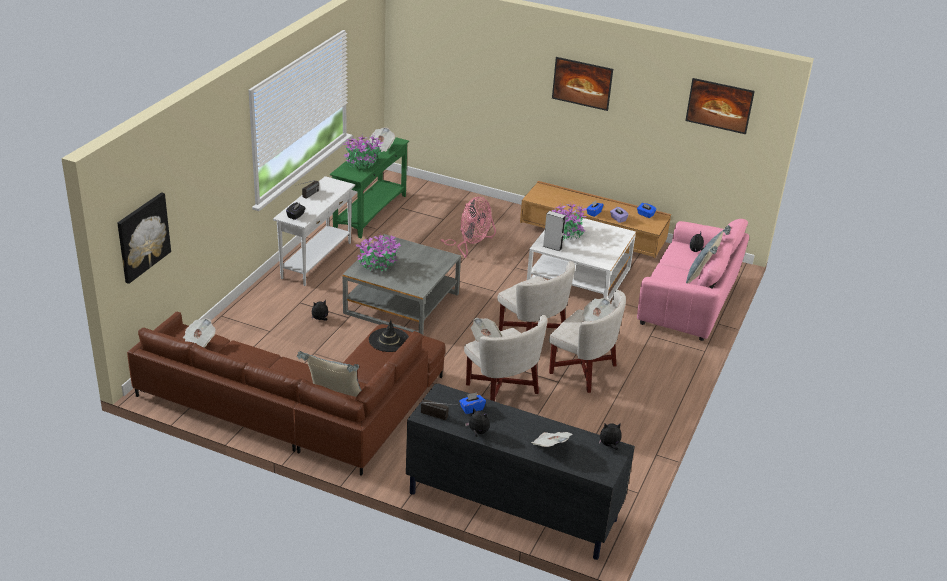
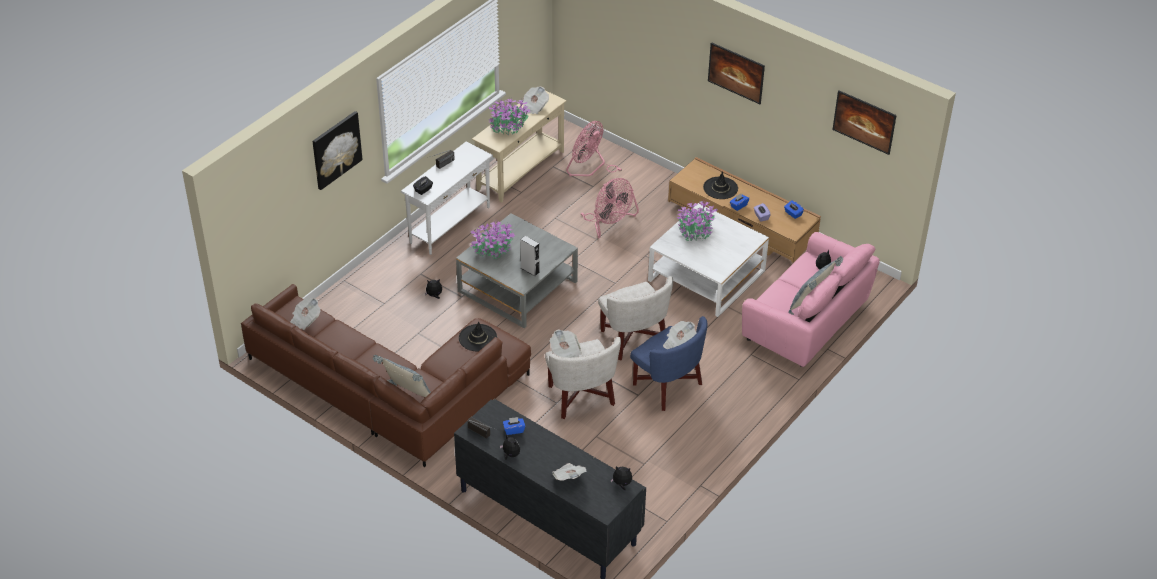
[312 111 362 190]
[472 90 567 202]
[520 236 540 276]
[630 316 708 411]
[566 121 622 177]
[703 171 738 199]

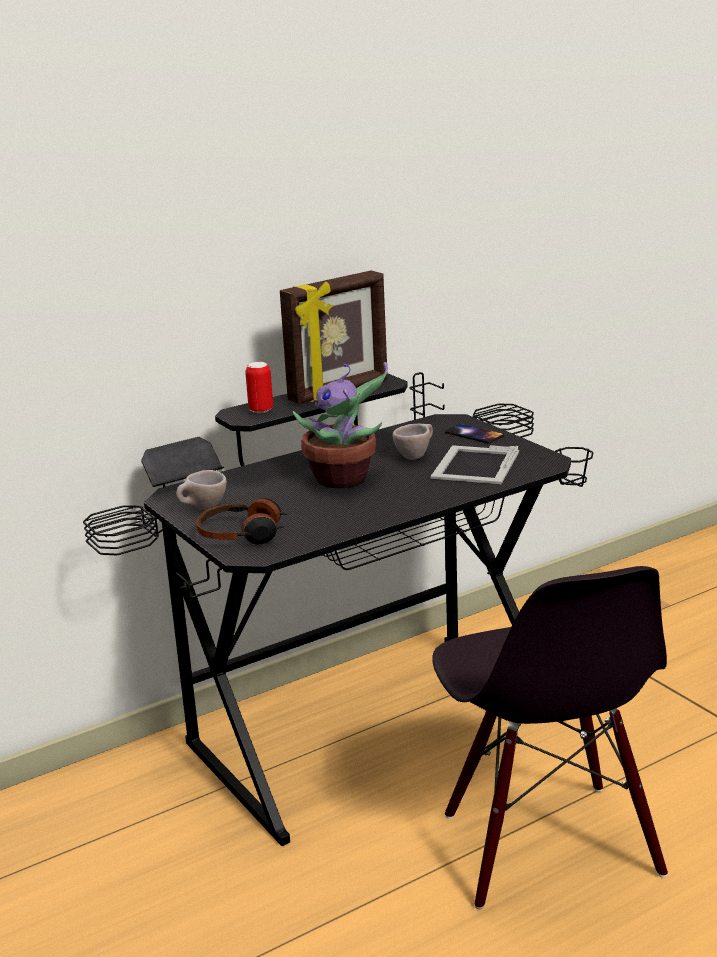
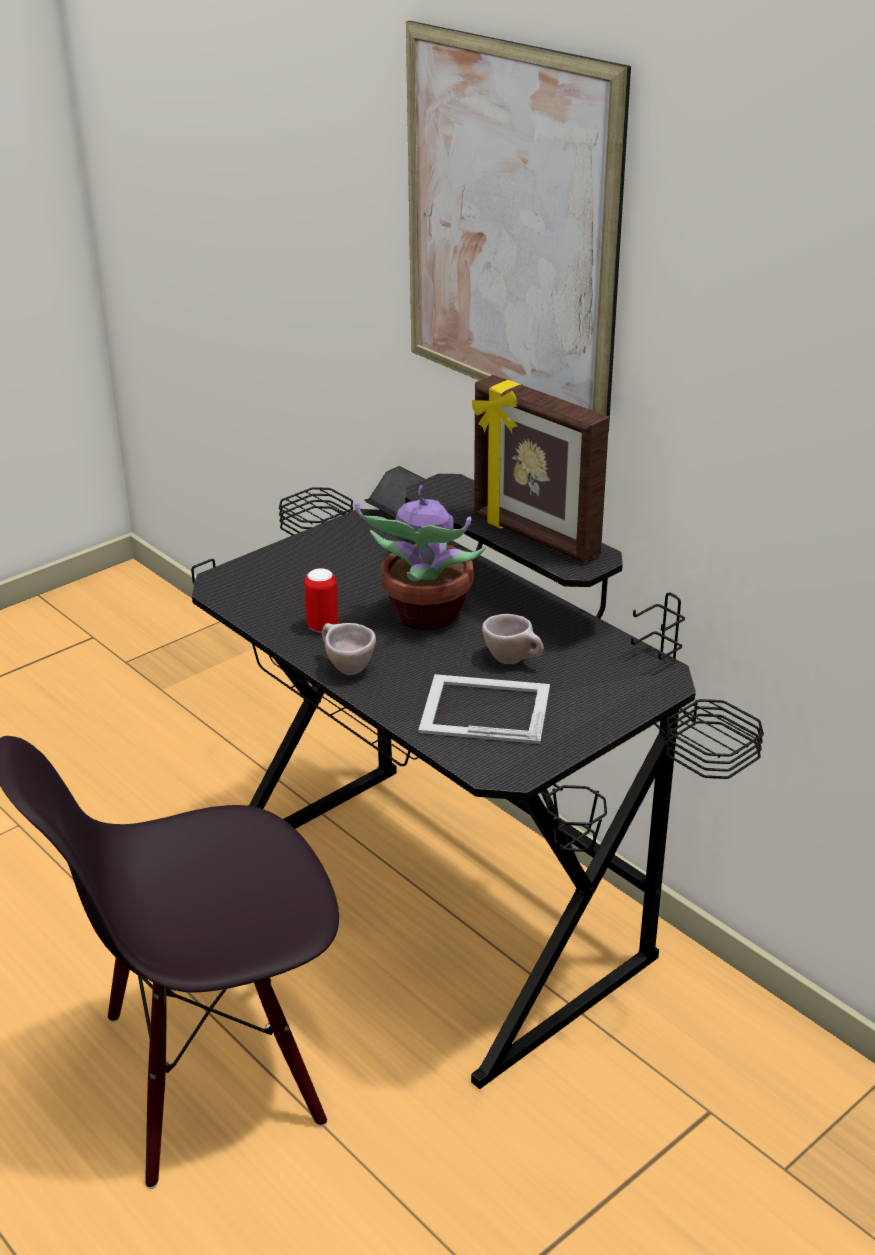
[322 623 376 675]
[196 498 288 544] (first image)
[304 568 339 633]
[445 424 505 444] (first image)
[406 21 631 433]

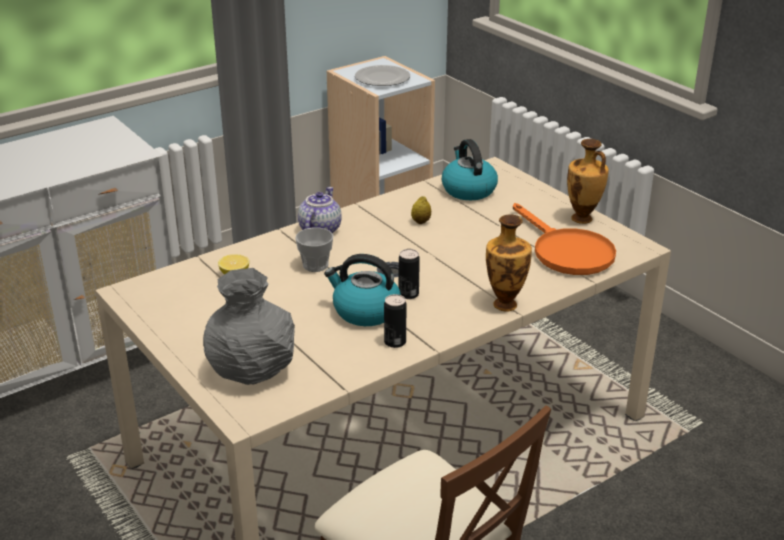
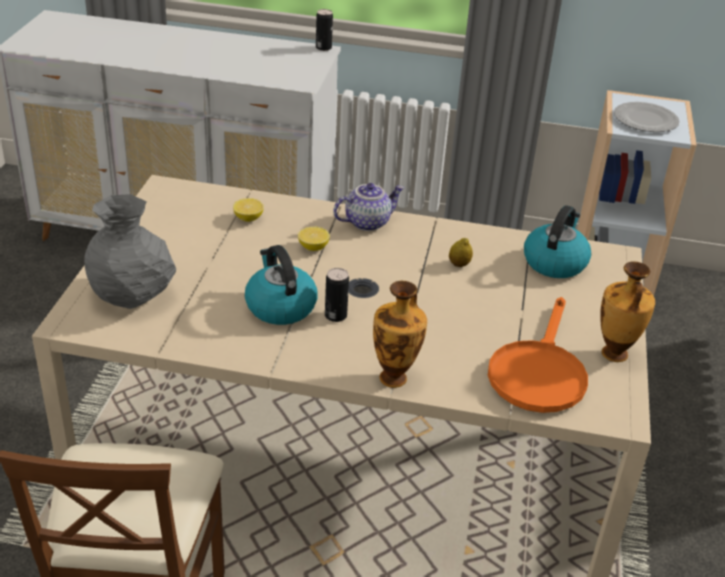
[298 227 330 251]
[316 9 333 51]

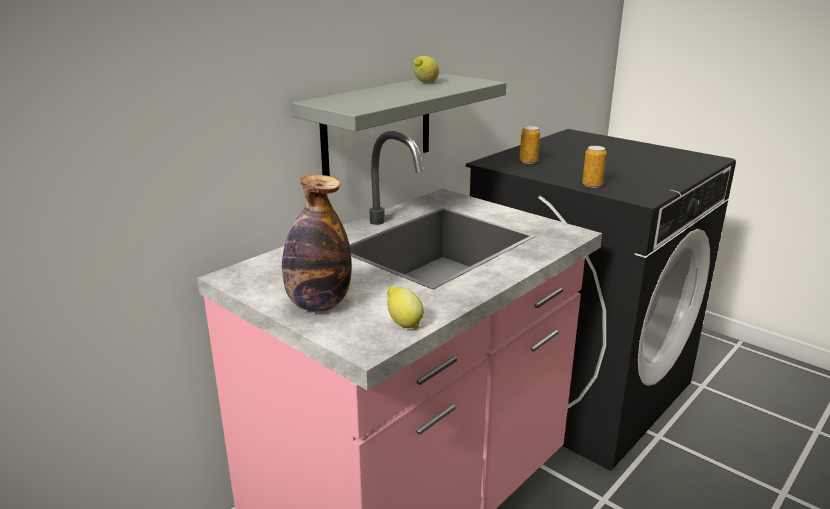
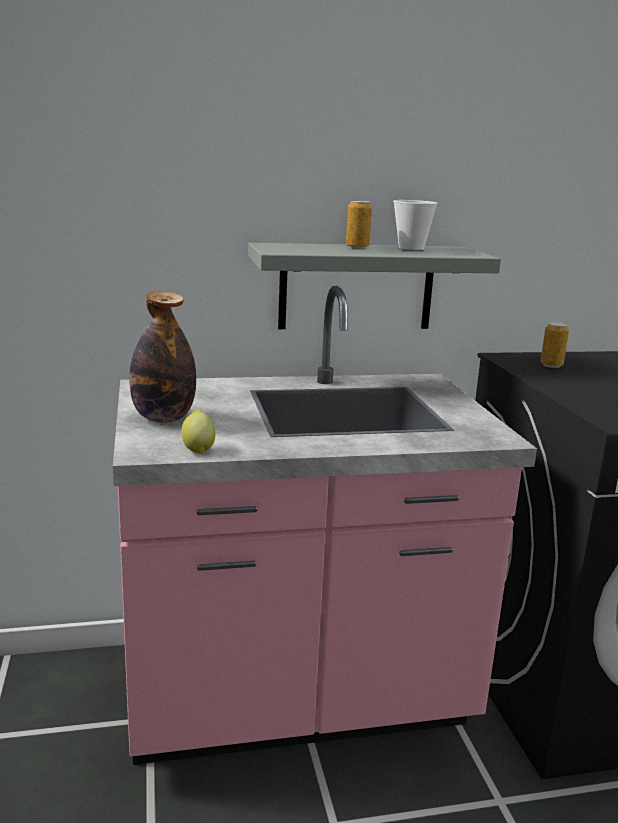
[393 200 438 250]
[346 201 372 249]

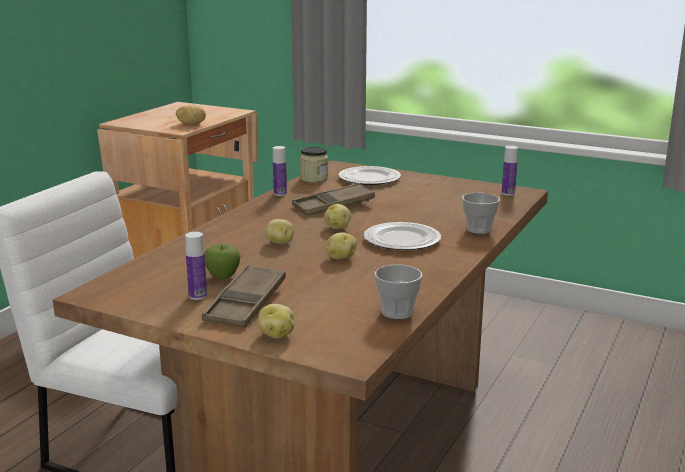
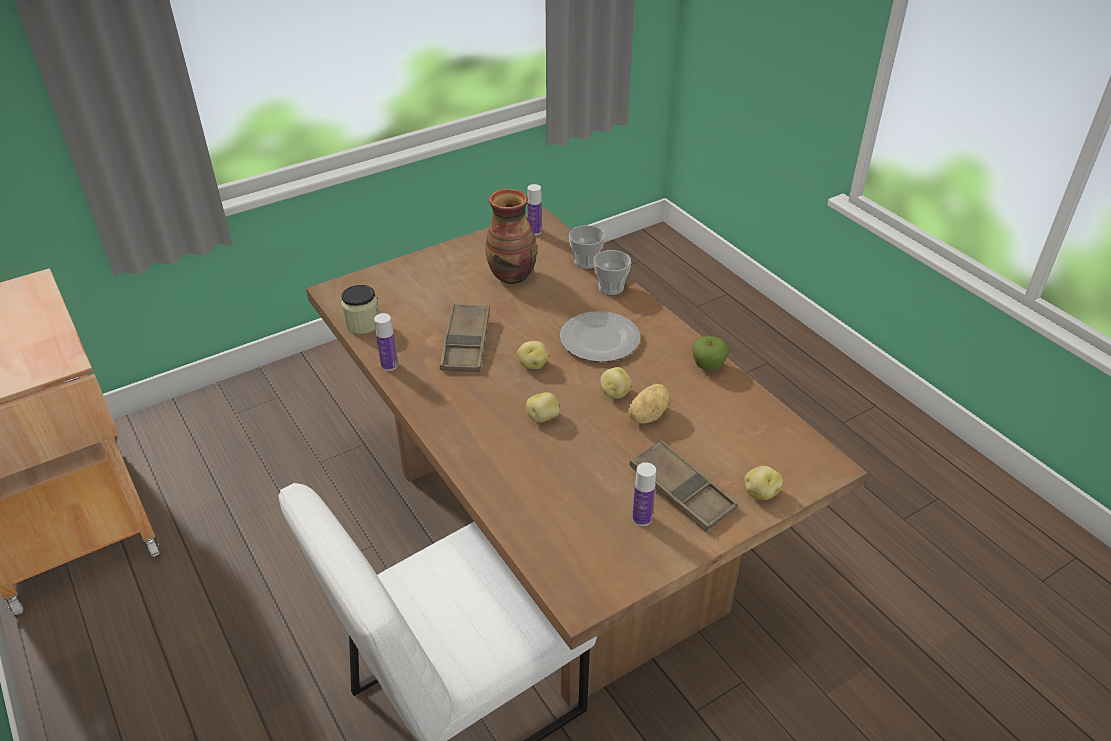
[628 384 670 423]
[692 336 729 371]
[339 166 401 185] (first image)
[569 225 605 269]
[485 189 537 284]

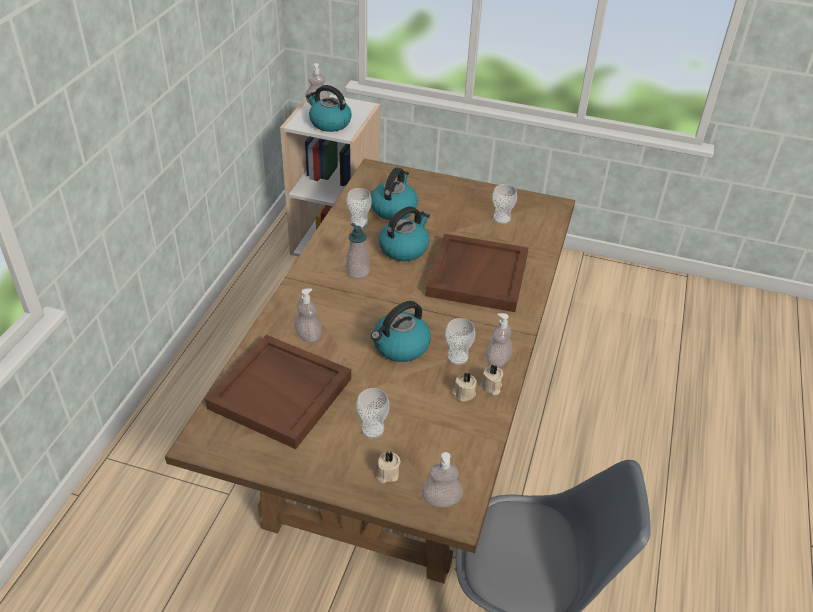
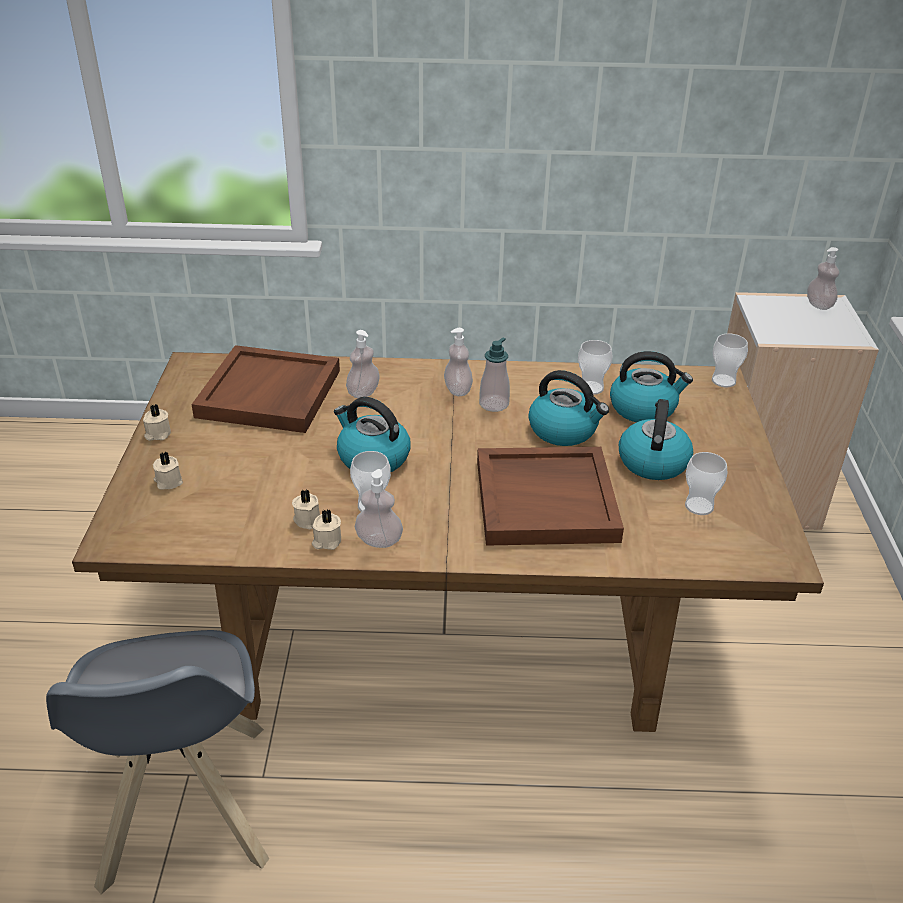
[619 399 693 480]
[712 334 748 387]
[444 328 473 396]
[143 404 171 441]

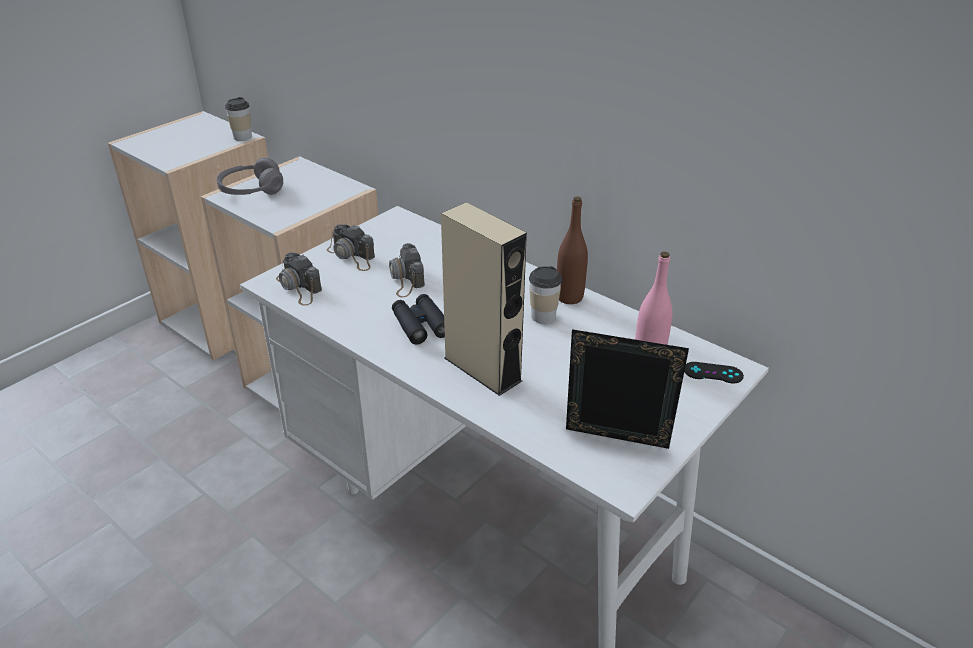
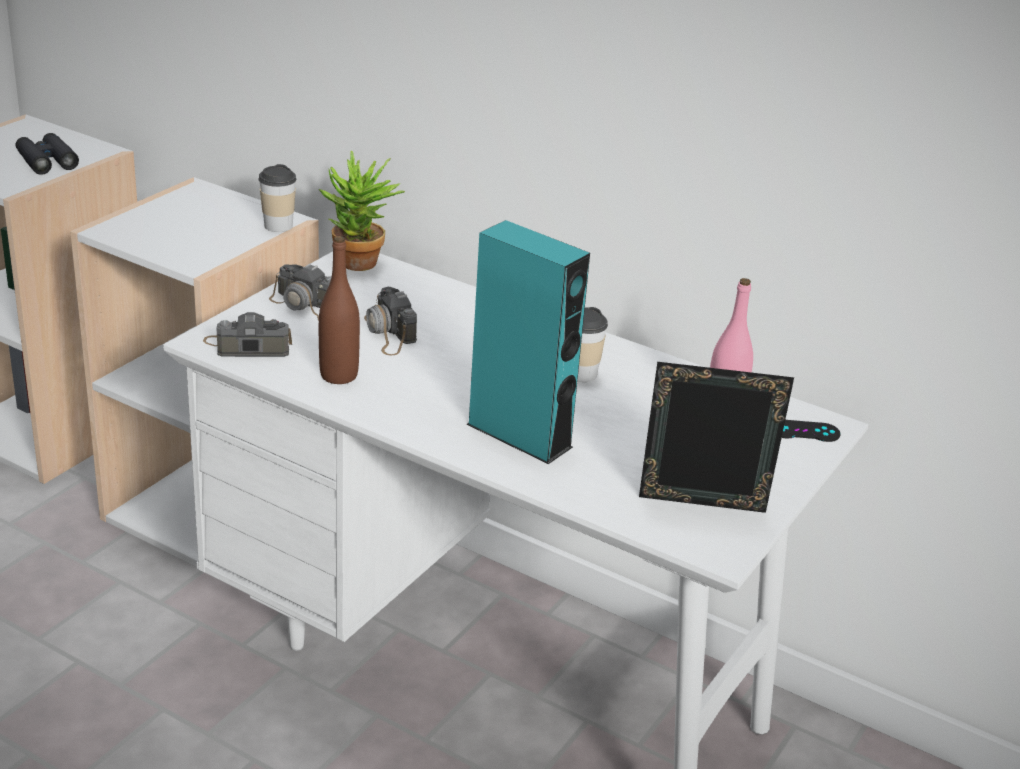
[217 157 283 195] (first image)
[259 164 296 232]
[203 312 292 357]
[16 133 79 175]
[467 220 590 464]
[319 236 360 384]
[319 150 405 271]

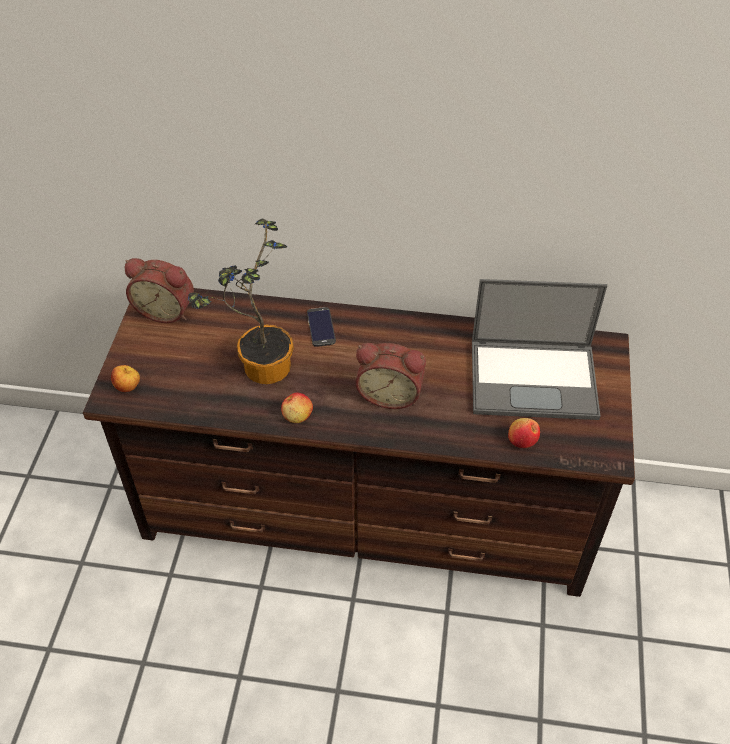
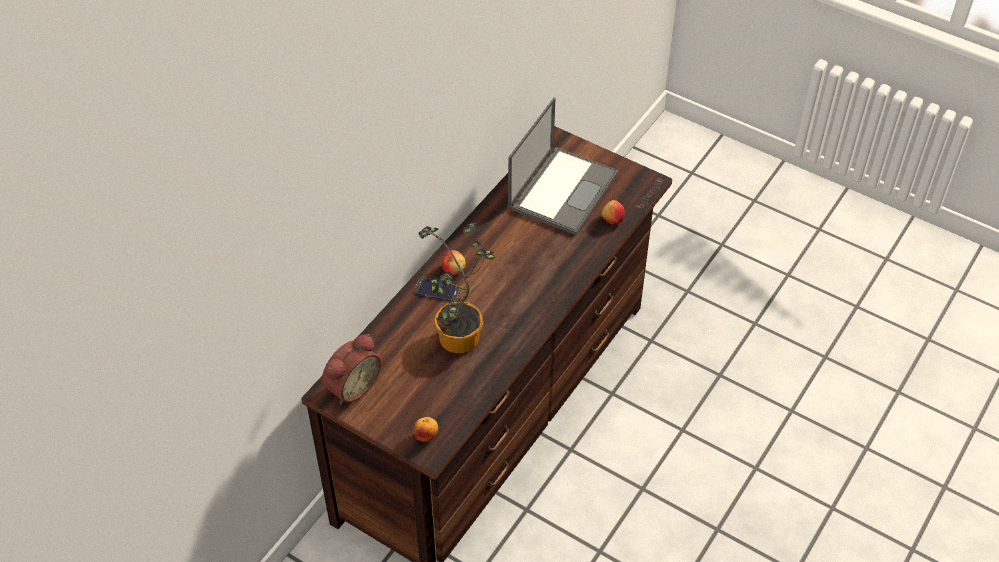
[442 250 466 275]
[355 343 426 409] (first image)

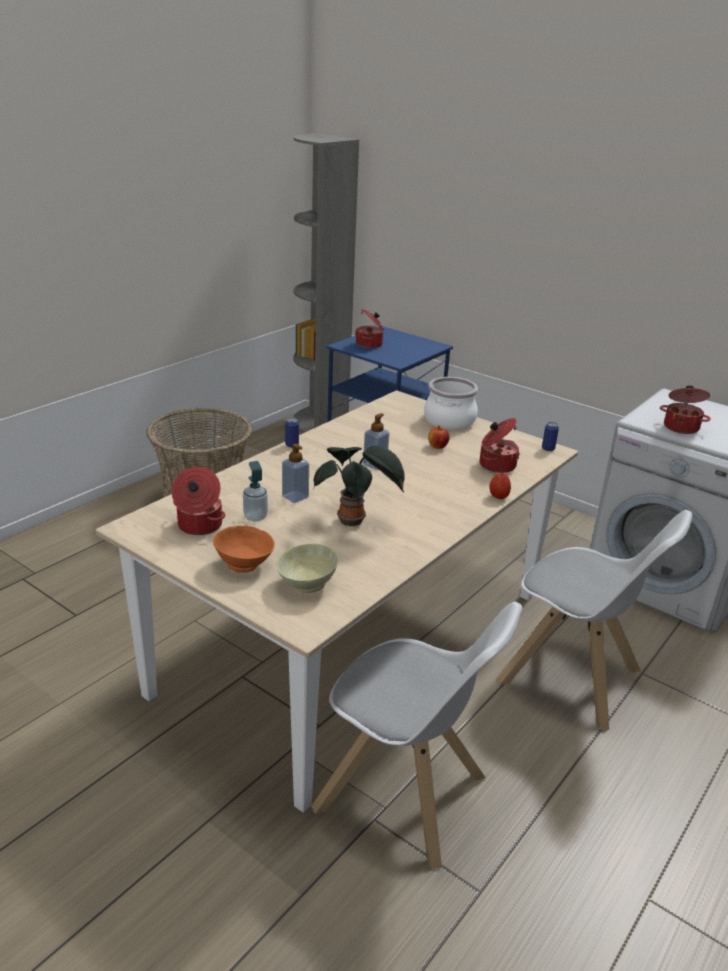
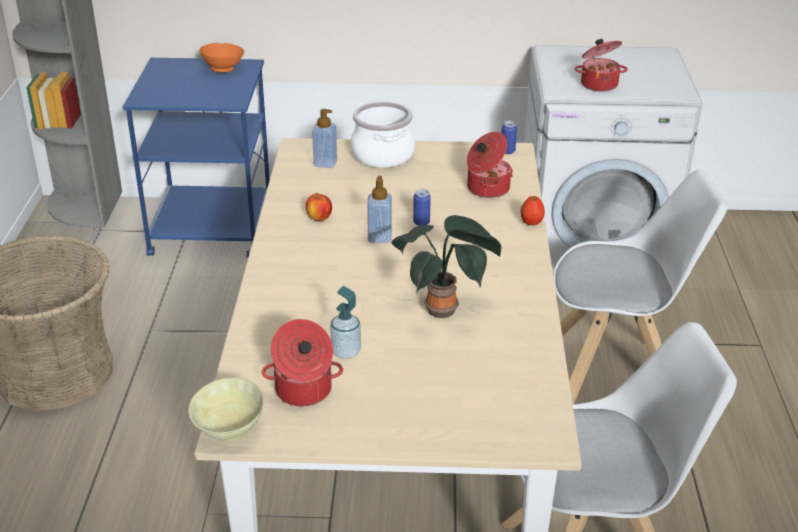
[200 43 244 73]
[189 377 264 441]
[312 109 337 168]
[413 189 431 226]
[355 309 384 348] (first image)
[306 192 332 221]

